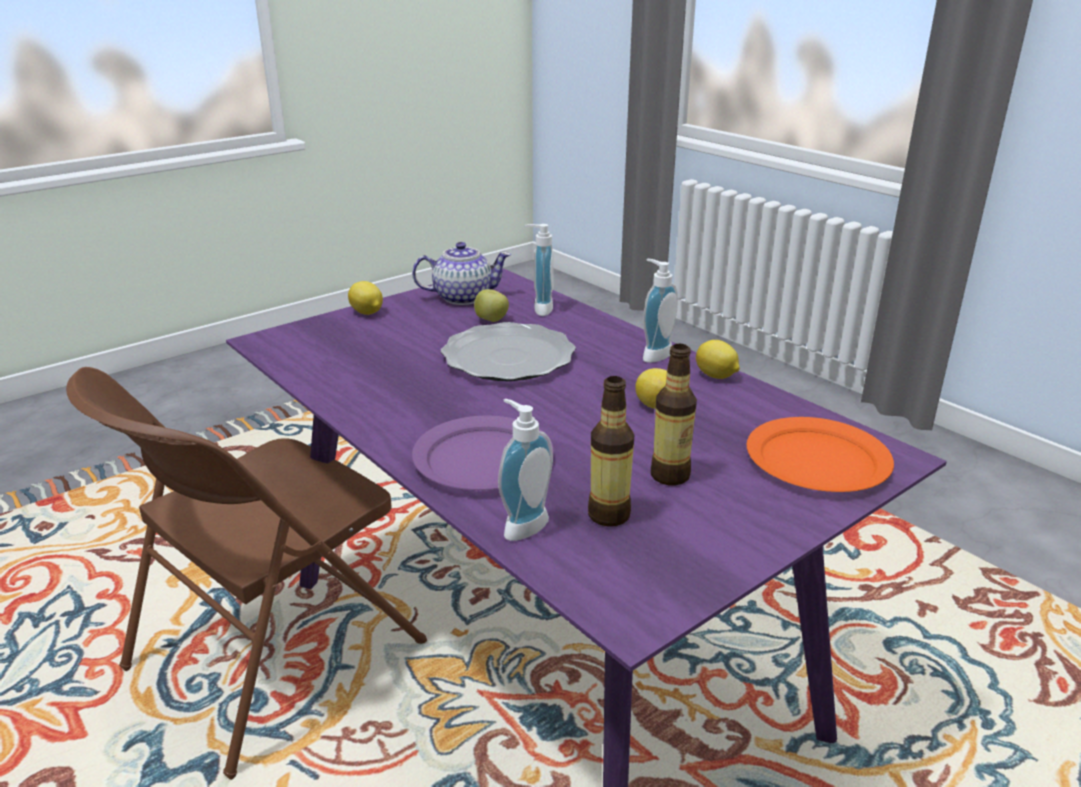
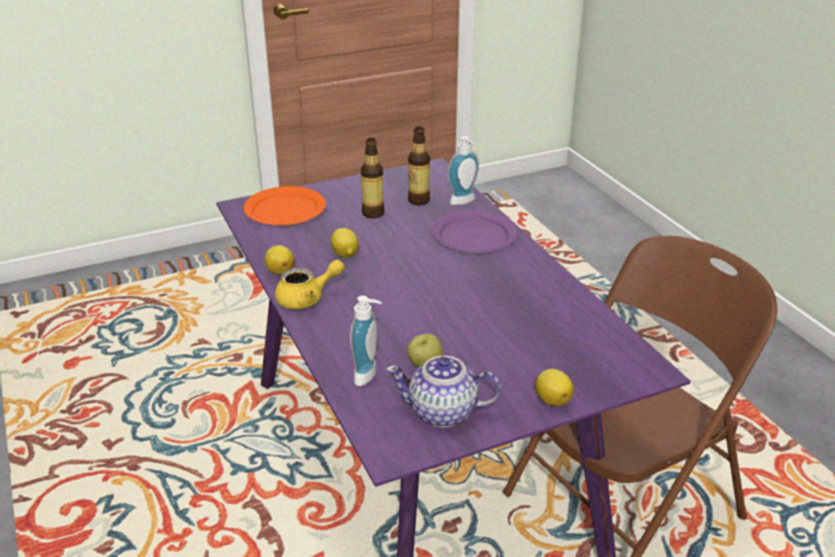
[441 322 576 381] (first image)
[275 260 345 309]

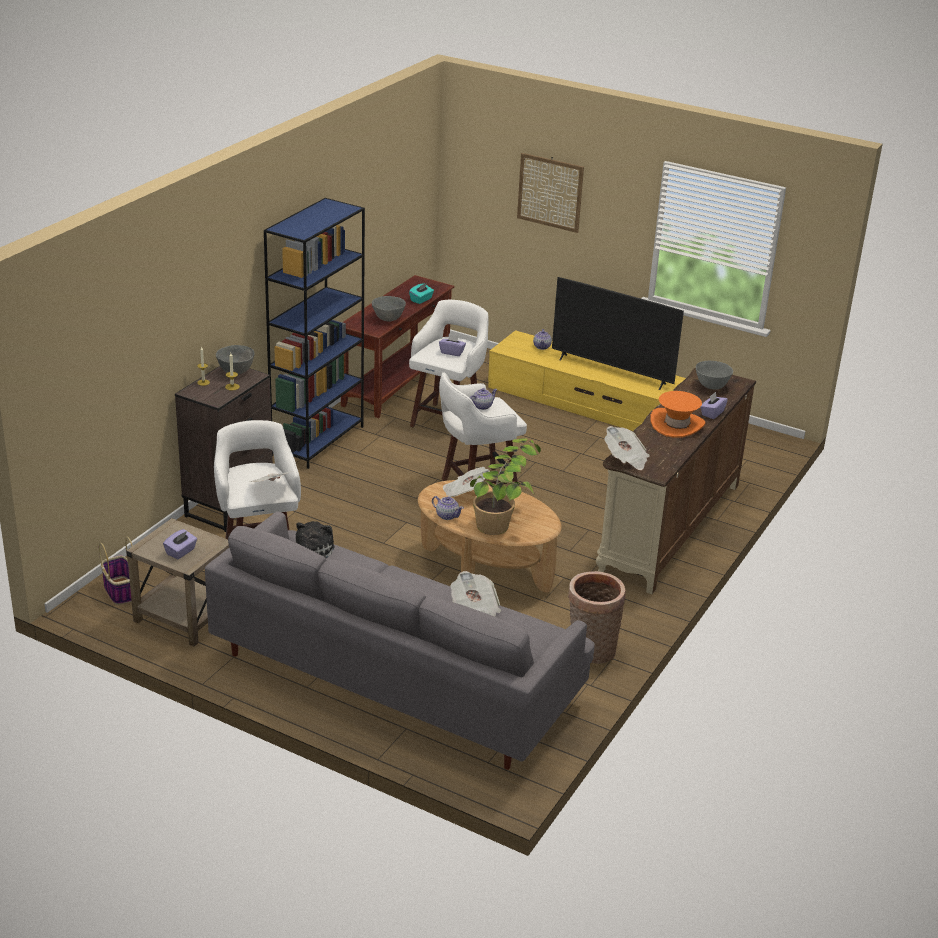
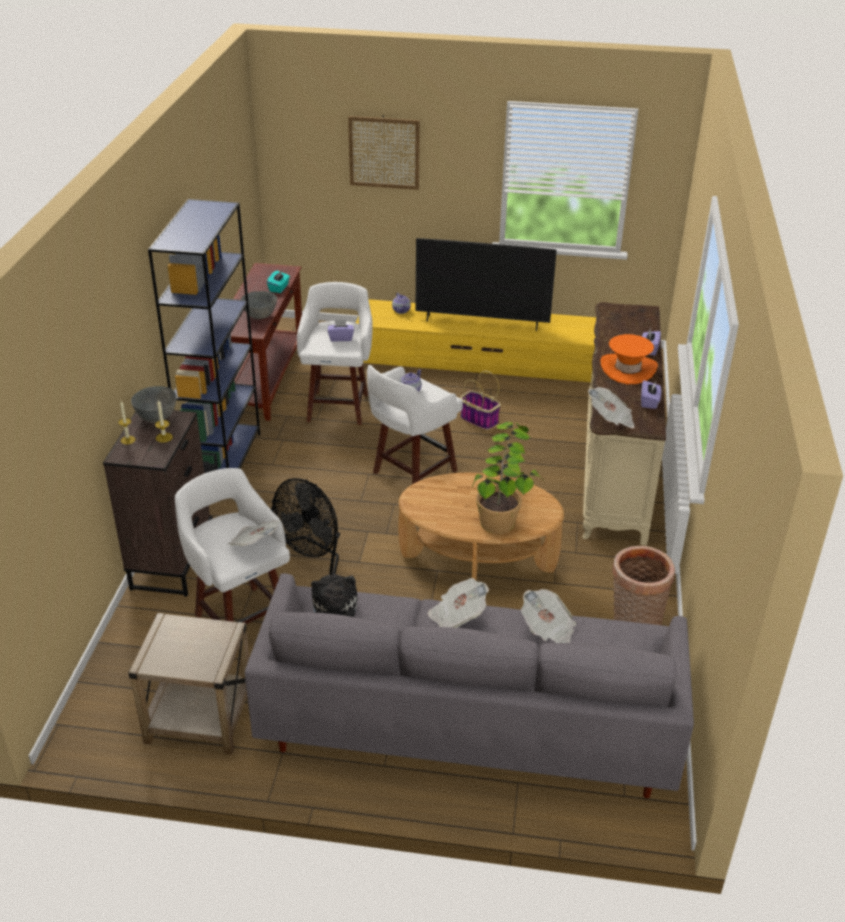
[460 371 501 430]
[641 380 661 409]
[432 496 464 520] (first image)
[428 578 489 628]
[696 361 733 390] (first image)
[271 478 340 575]

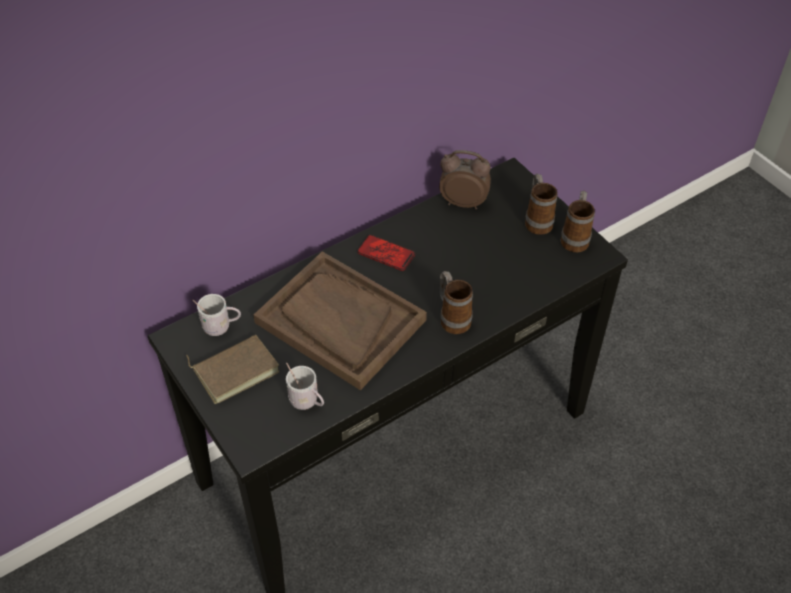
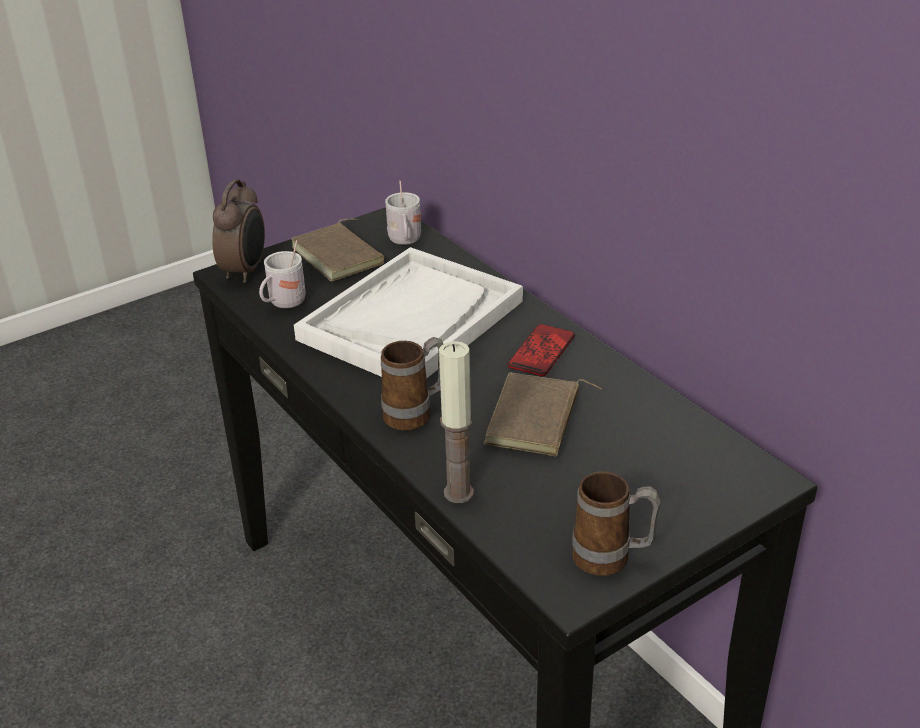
[294 247 523 379]
[212 179 265 283]
[525 174 557 235] (first image)
[439 341 474 503]
[483 373 602 457]

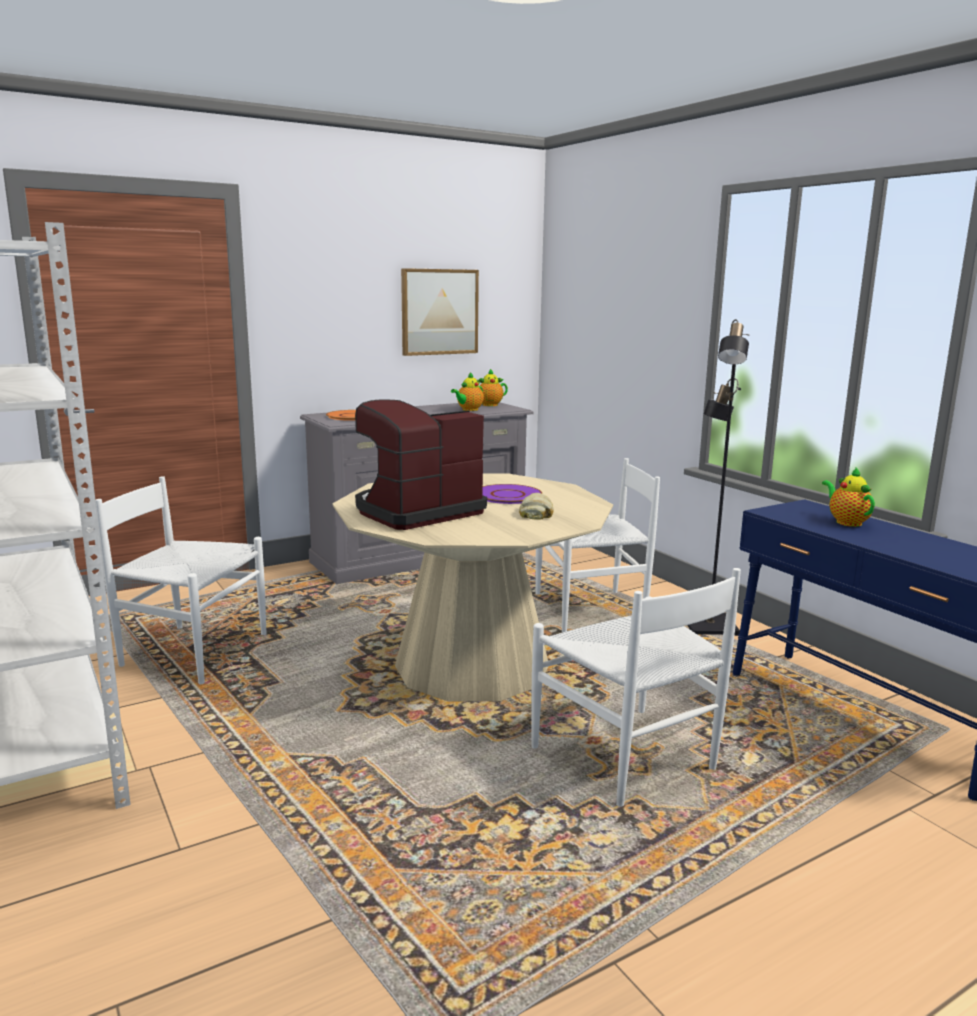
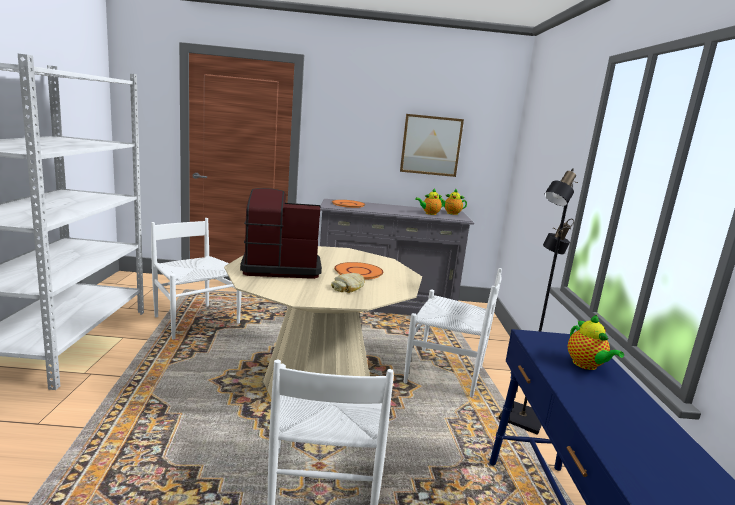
[334 262 384 280]
[568 315 624 370]

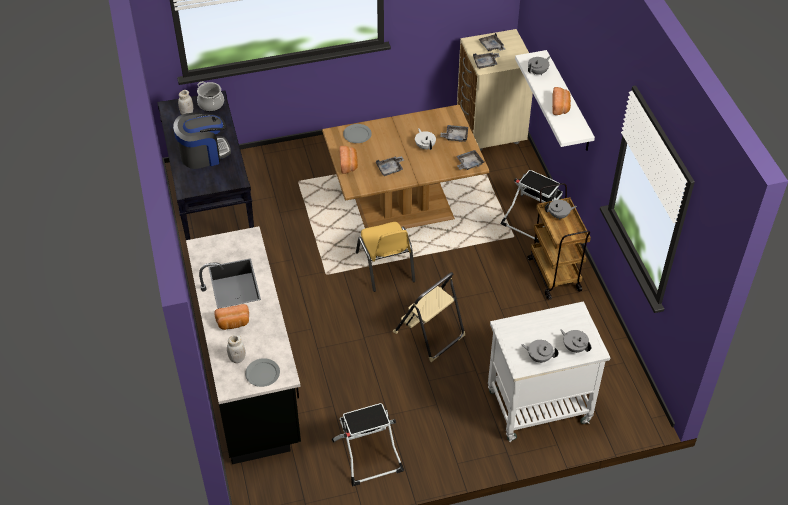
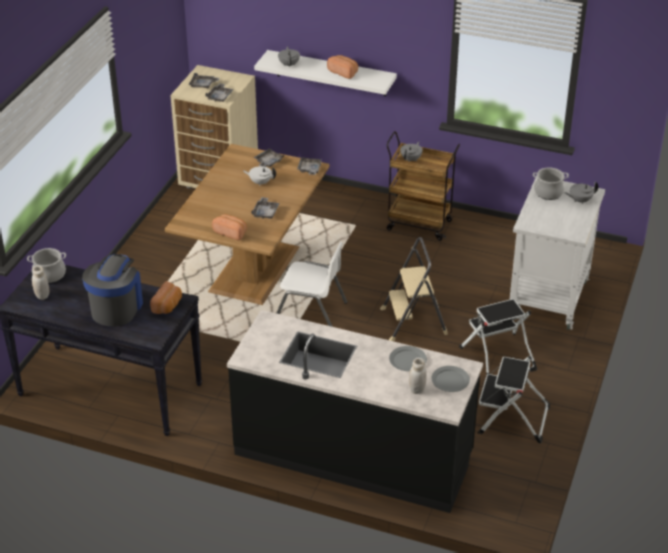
[150 281 182 314]
[389 346 427 371]
[277 242 347 327]
[459 299 538 376]
[522 340 559 363] (first image)
[533 167 569 200]

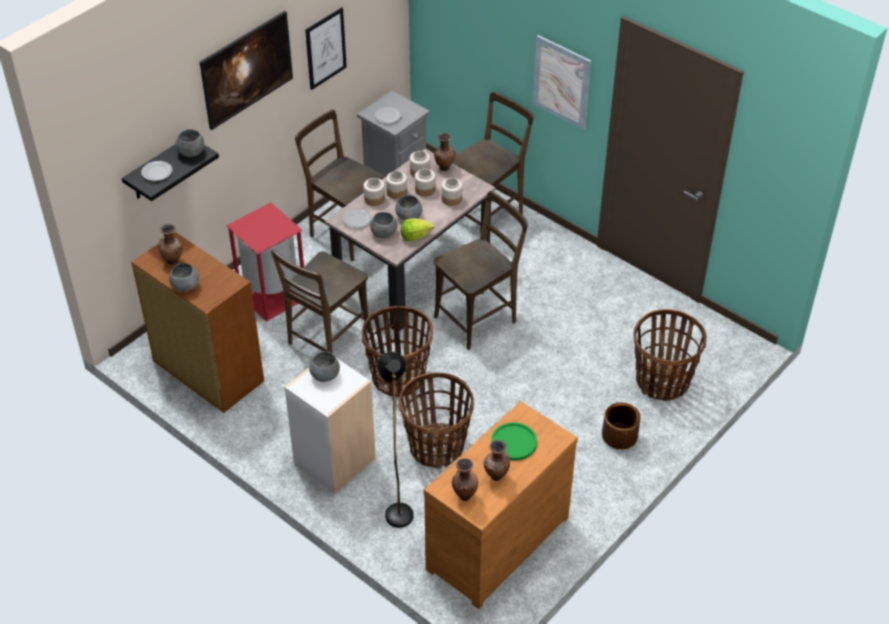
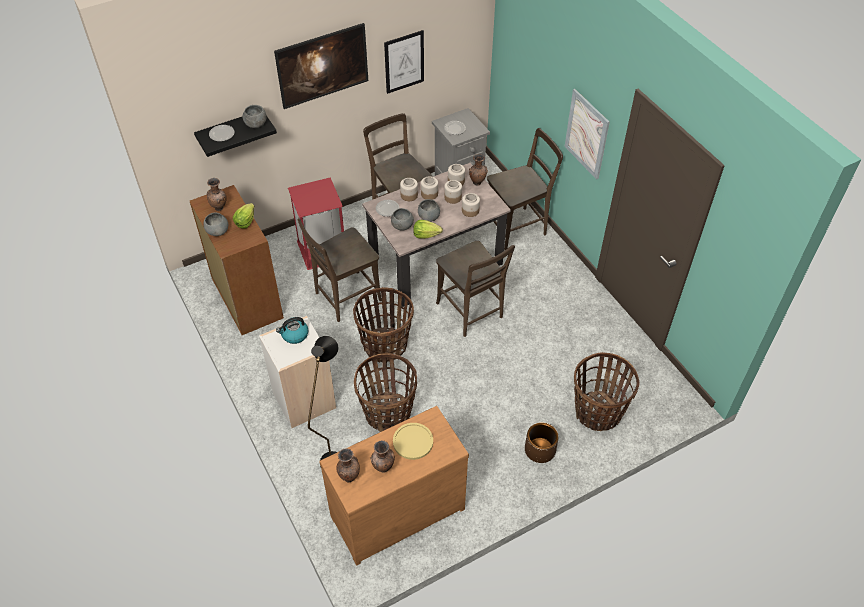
[276 317 308 344]
[436 241 515 337]
[393 423 433 460]
[233 203 255 229]

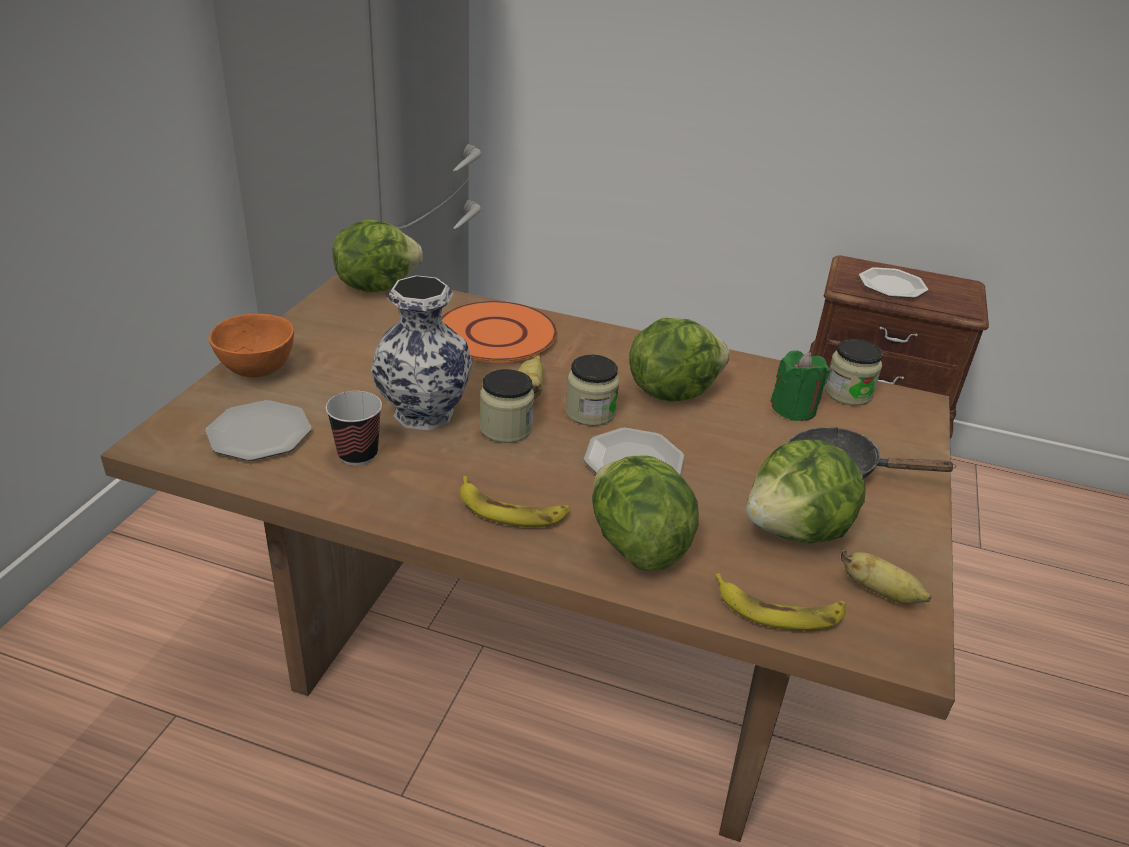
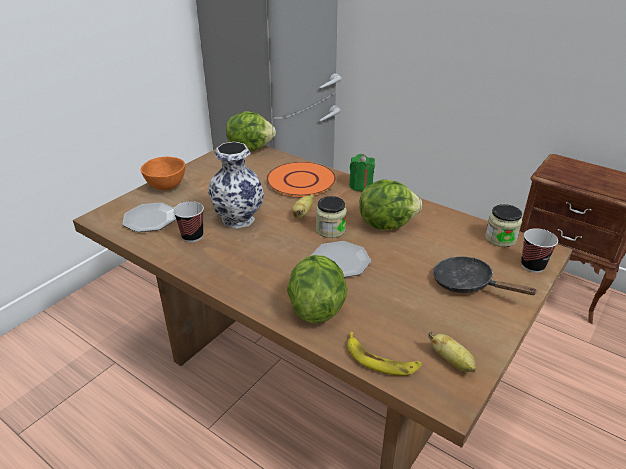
[460 476 570 527] (first image)
[480 369 534 443] (first image)
[746 439 866 543] (first image)
[349 154 375 191]
[859 267 928 298] (first image)
[521 228 558 273]

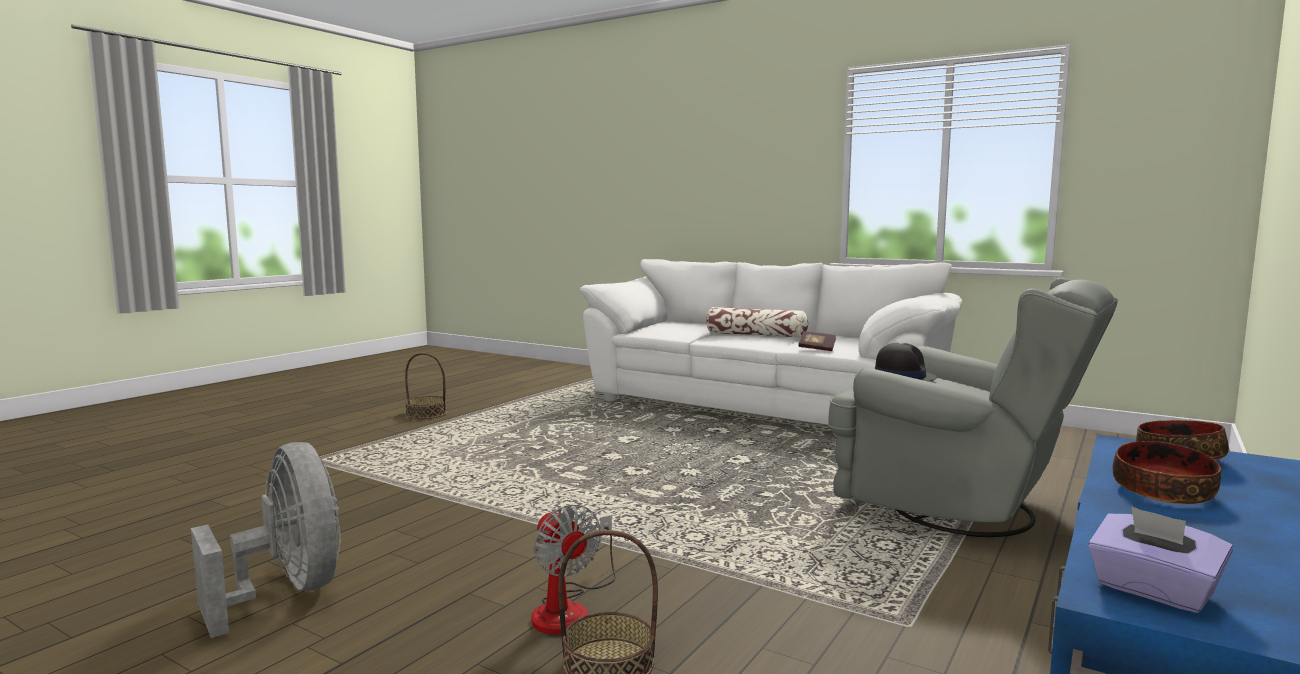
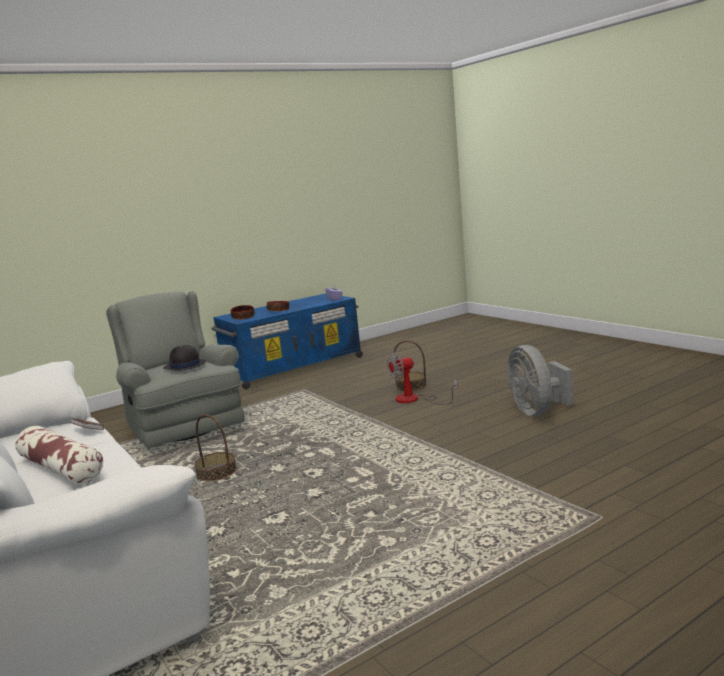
[194 414 237 481]
[387 352 458 405]

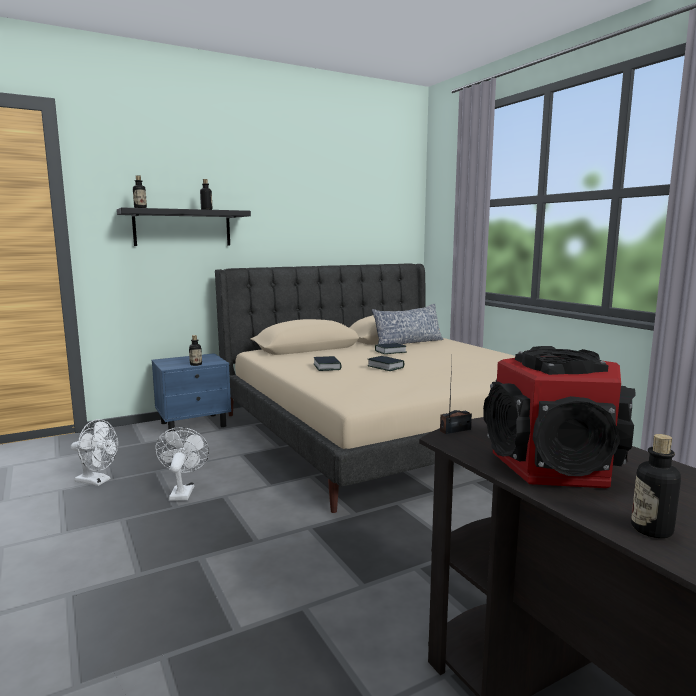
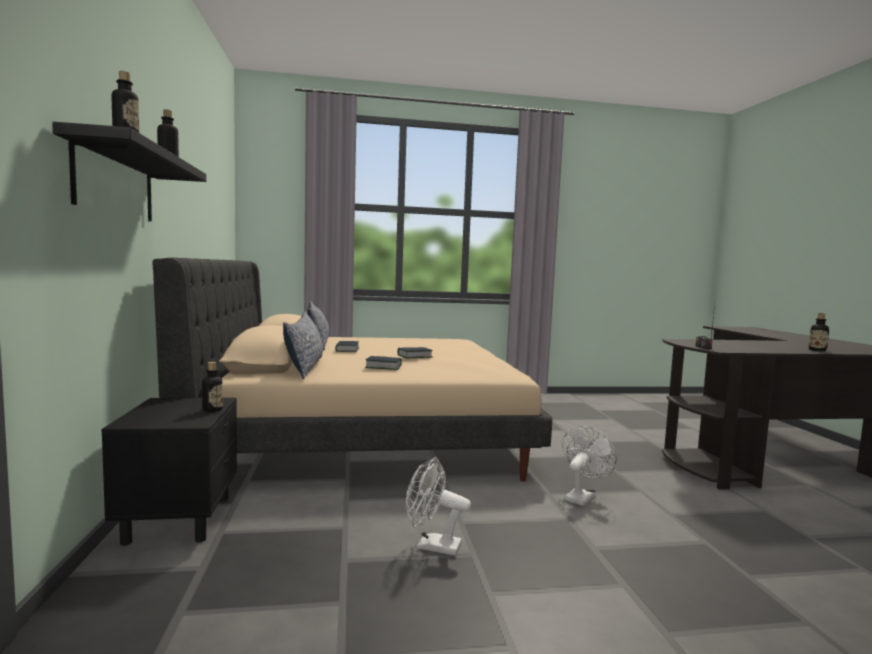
[562 426 617 506]
[102 398 237 546]
[483 346 636 488] (first image)
[283 311 323 379]

